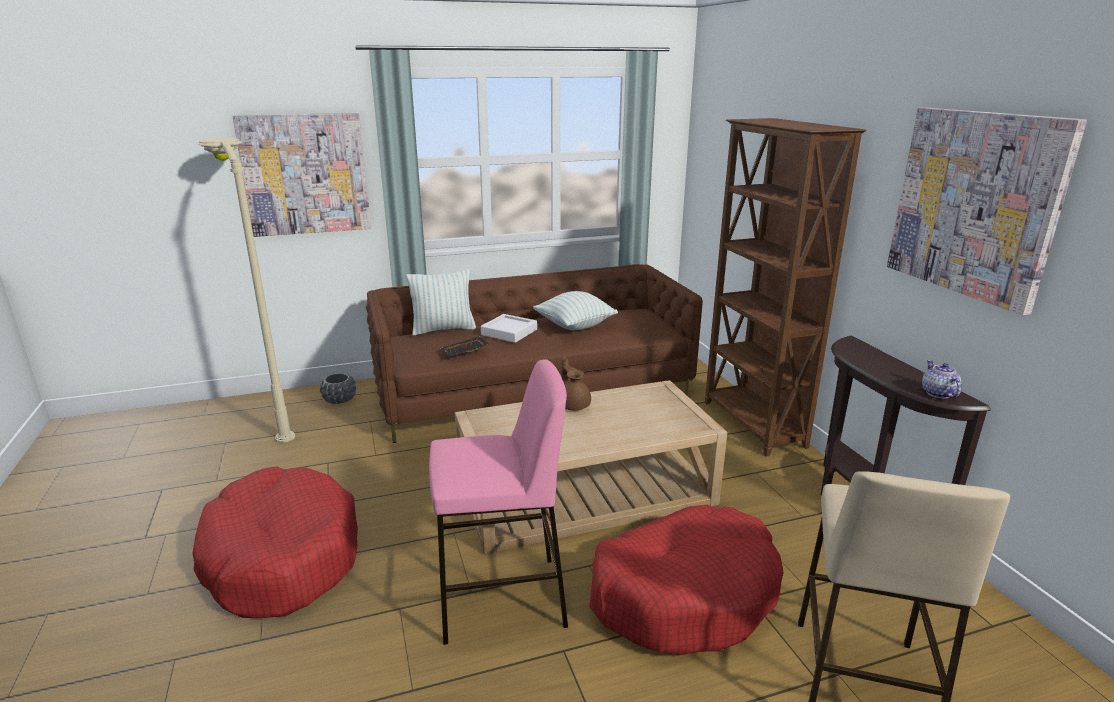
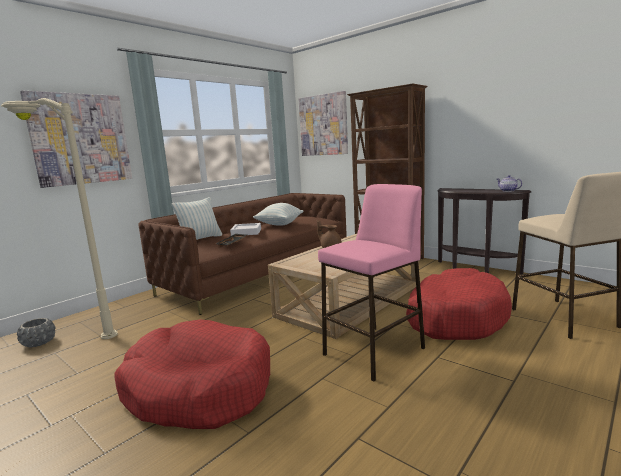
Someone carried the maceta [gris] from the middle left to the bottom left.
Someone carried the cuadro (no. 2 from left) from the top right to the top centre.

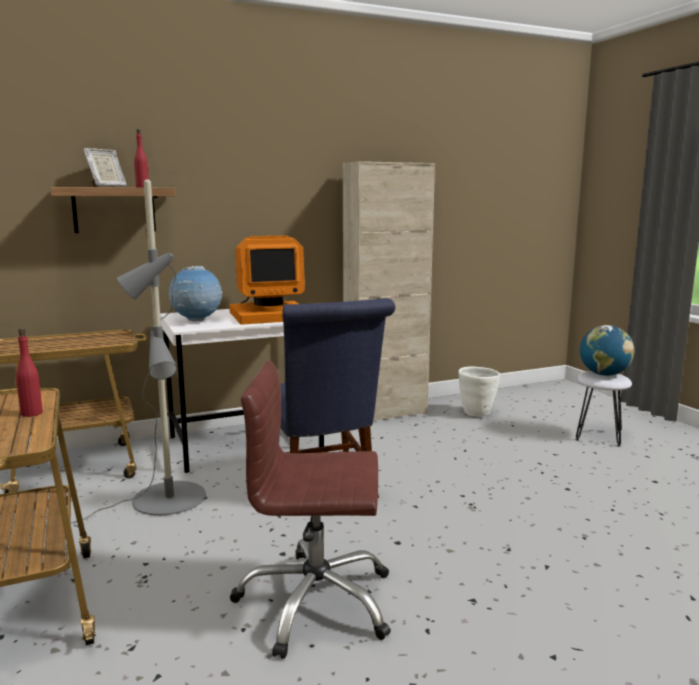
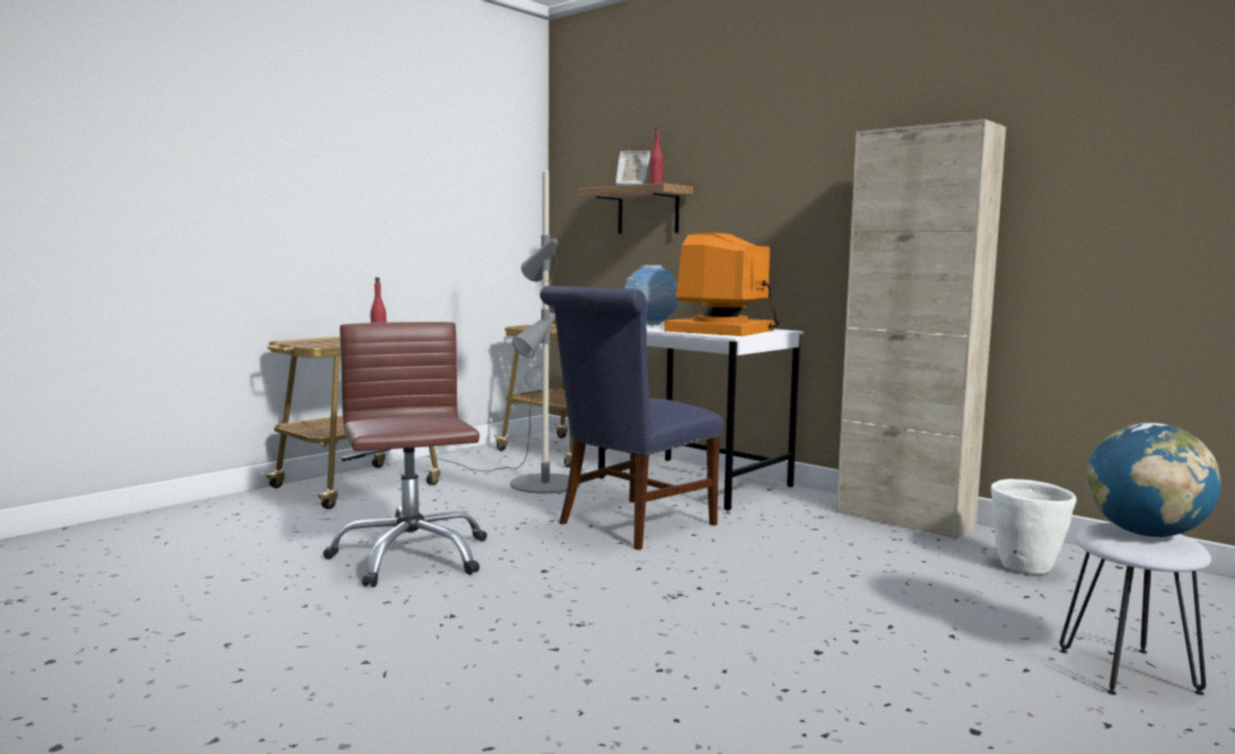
Someone rotated the monitor at the centre by 75 degrees clockwise.

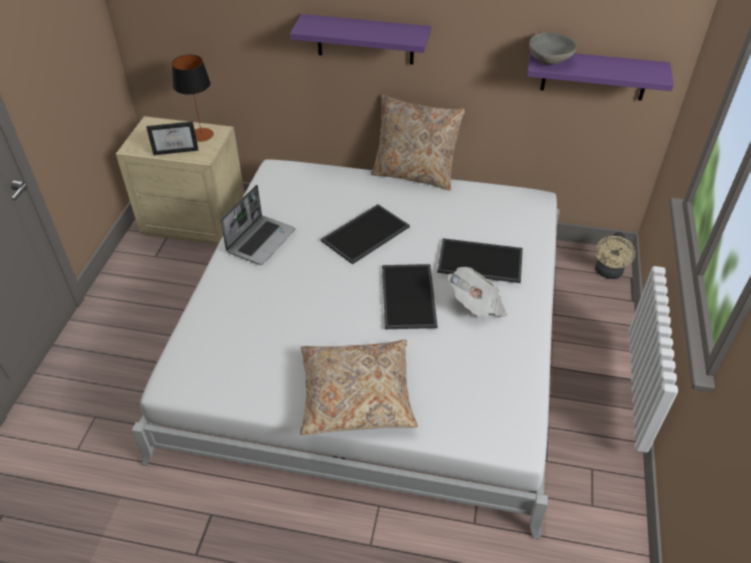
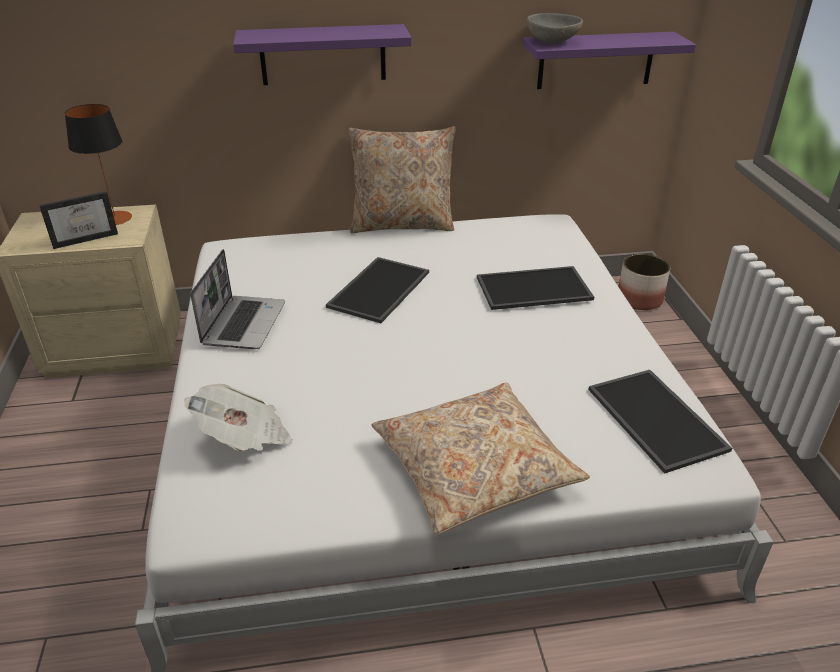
Someone carried the bandeja (no. 2 from left in the first image) from the centre to the middle right.
Someone carried the periódico from the centre to the middle left.
Someone swapped the ventilador [beis] at the middle right for the maceta at the middle right.

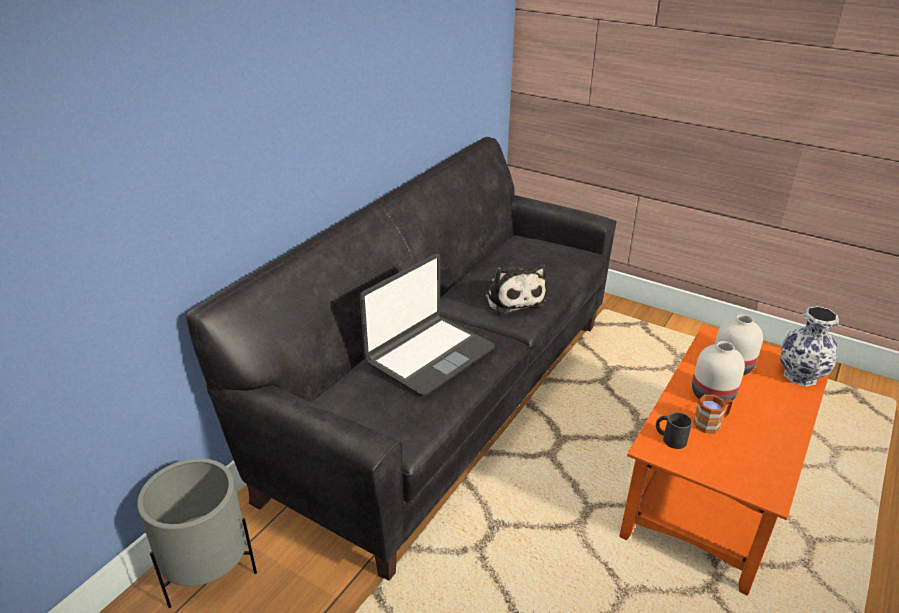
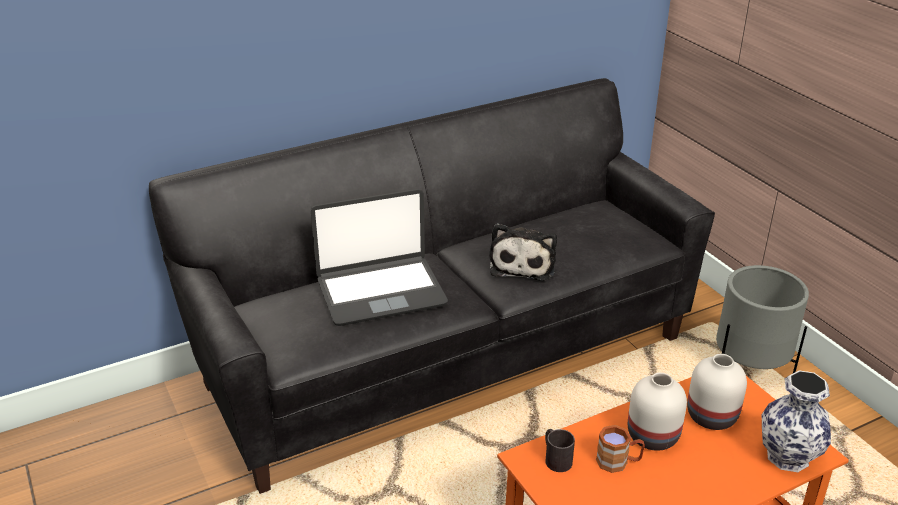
Someone carried the maceta [gris] from the bottom left to the middle right.

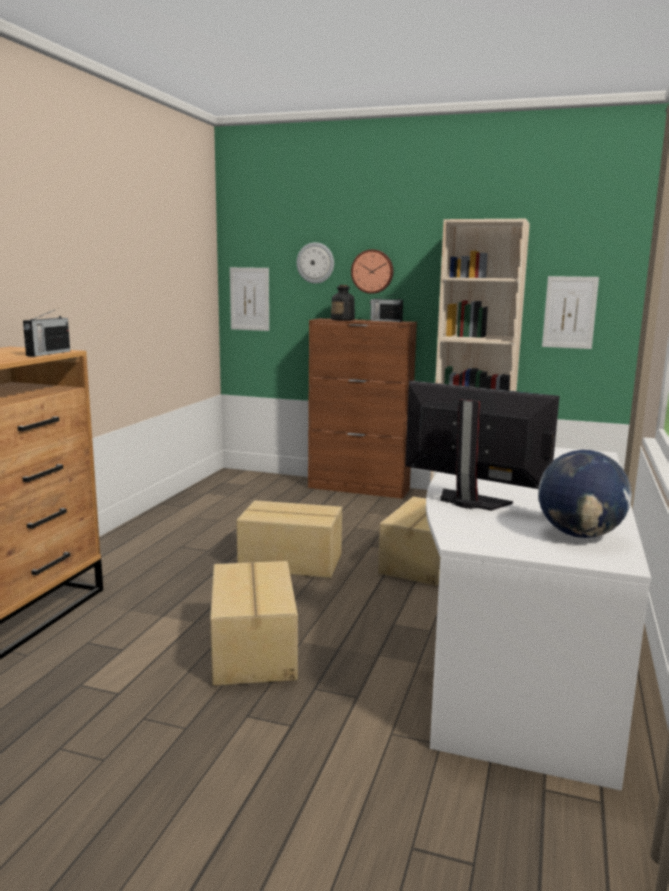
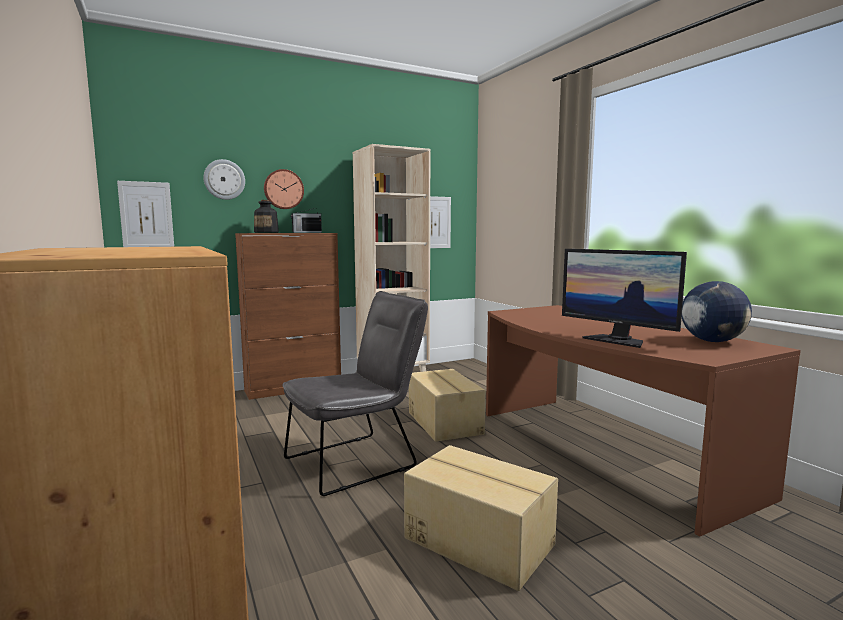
Someone took away the radio (no. 1 from left) at the middle left.
Someone swapped the caja de cartón (no. 2 from left) at the centre for the silla [gris] at the centre.
Someone rotated the monitor at the middle right by 120 degrees counterclockwise.
Someone repainted the escritorio [blanco] at the bottom right, which became the escritorio [marrón] at the bottom right.

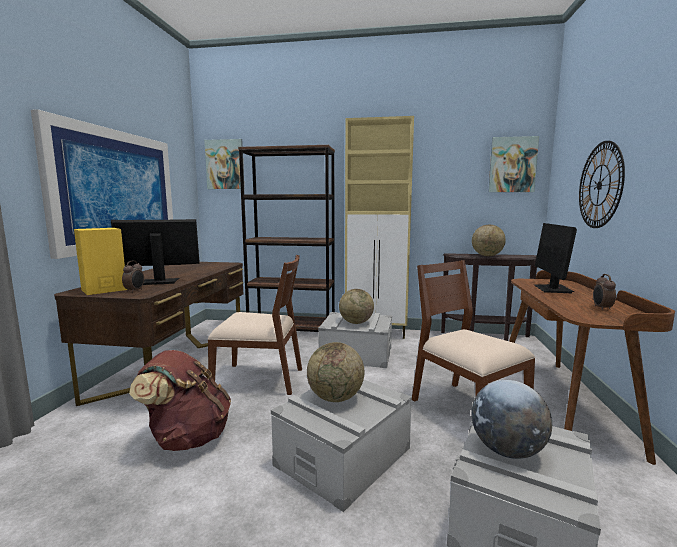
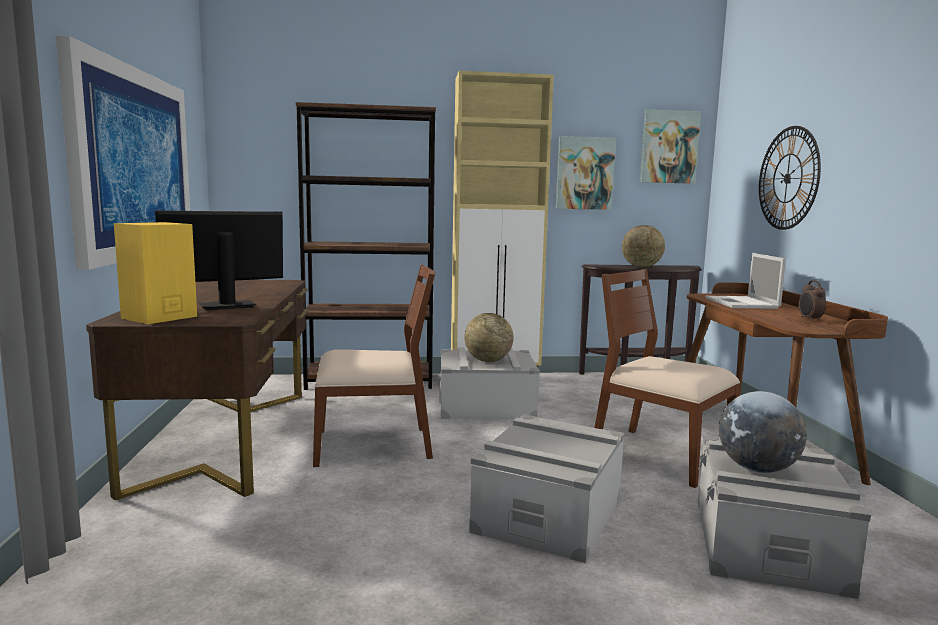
Someone took away the despertador (no. 1 from left) at the middle left.
Someone took away the mochila [marrón] at the bottom left.
Someone carried the cuadro (no. 2 from left) from the top left to the top centre.
Someone took away the globo terráqueo (no. 1 from left) at the bottom centre.
Someone swapped the monitor (no. 2 from left) at the middle right for the portátil at the middle right.

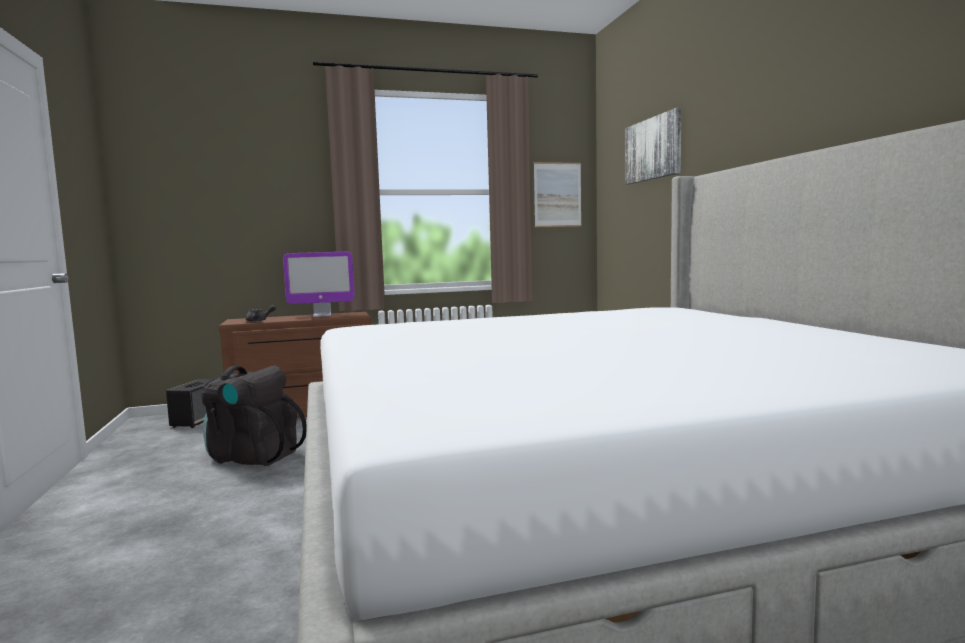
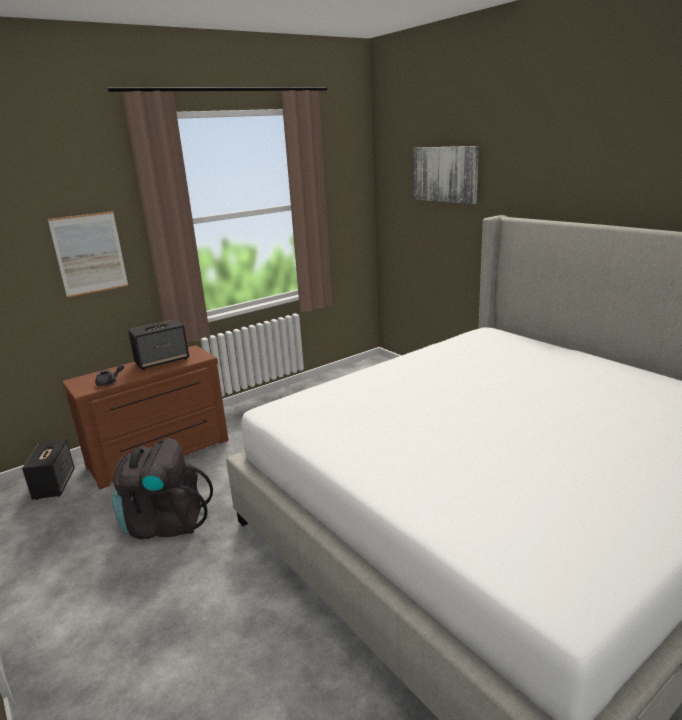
Someone swapped the monitor at the middle left for the altavoz (no. 2 from left) at the middle left.
Someone carried the cuadro (no. 1 from left) from the top centre to the middle left.

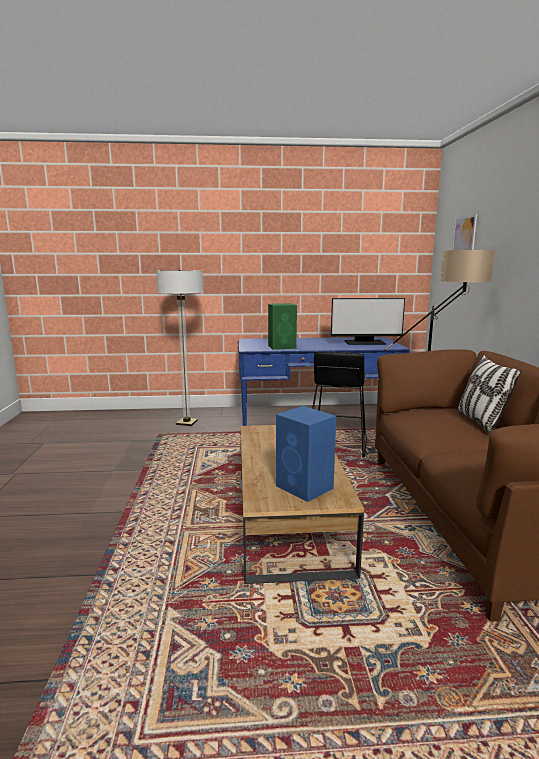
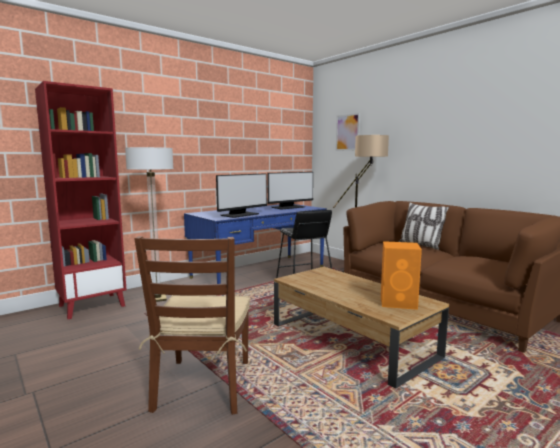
Someone swapped the altavoz [verde] at the centre for the monitor (no. 1 from left) at the centre.
Someone repainted the altavoz [azul] at the centre, which became the altavoz [naranja] at the middle right.
Someone put down the estantería [rojo] at the middle left.
Someone put down the silla [marrón] at the bottom centre.

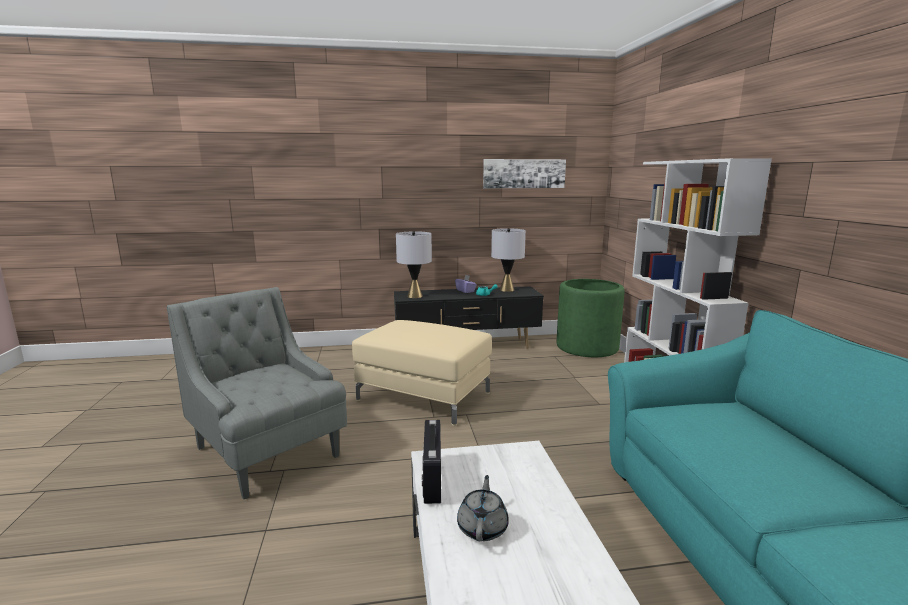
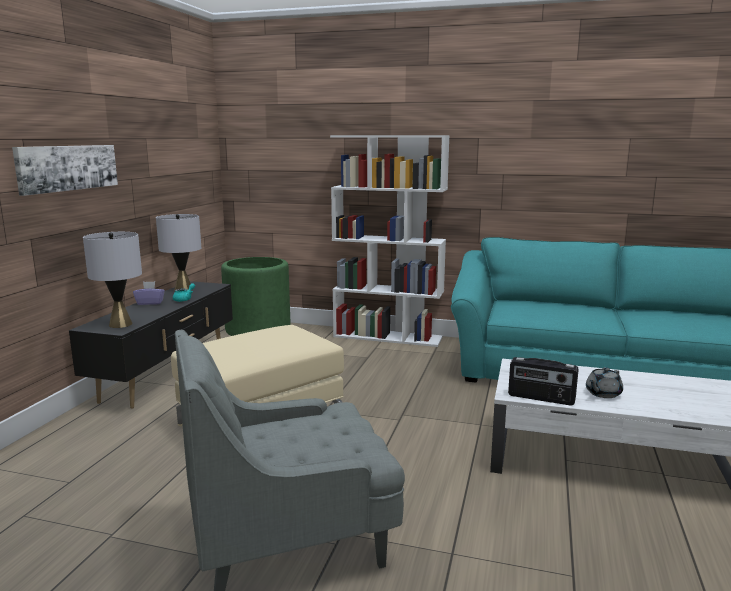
Someone rotated the tetera [gris] at the bottom centre by 75 degrees counterclockwise.
Someone carried the cuadro from the top centre to the top left.

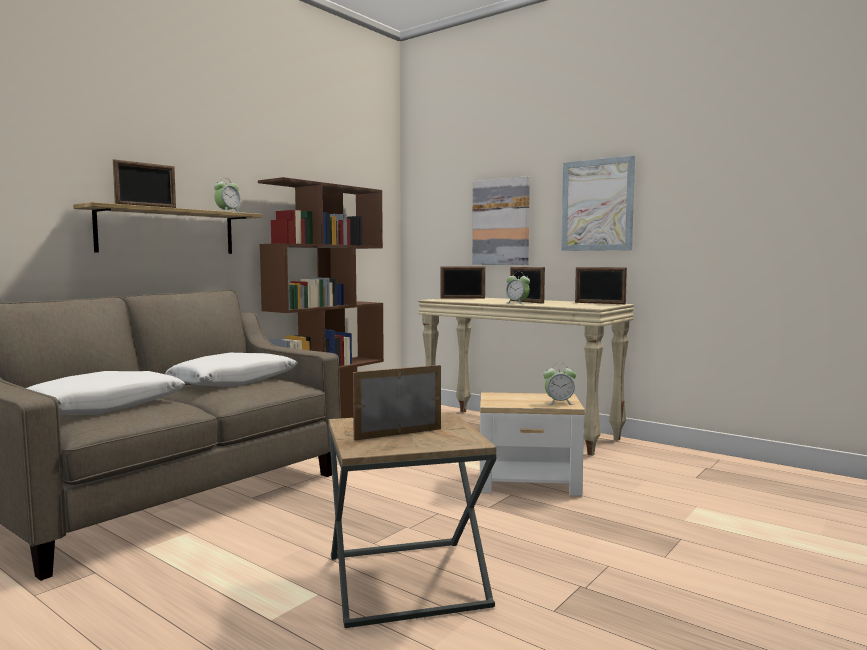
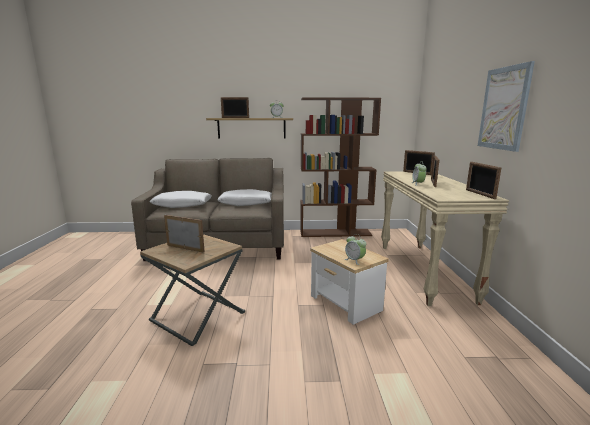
Someone took away the cuadro (no. 1 from left) at the centre.

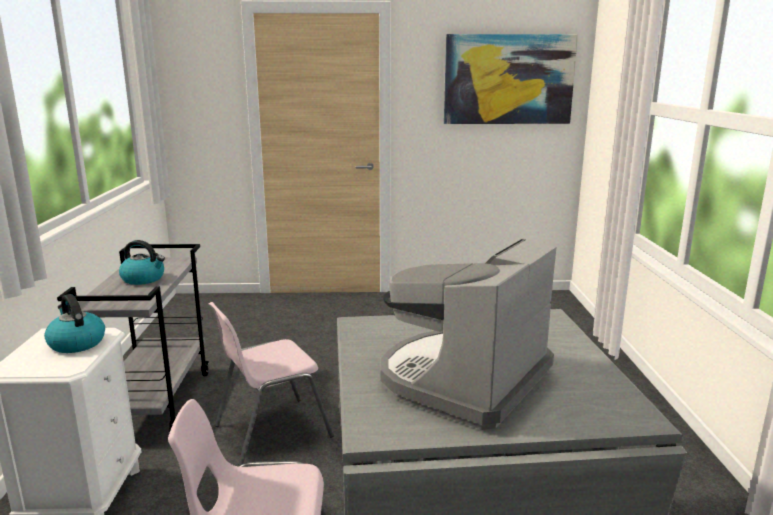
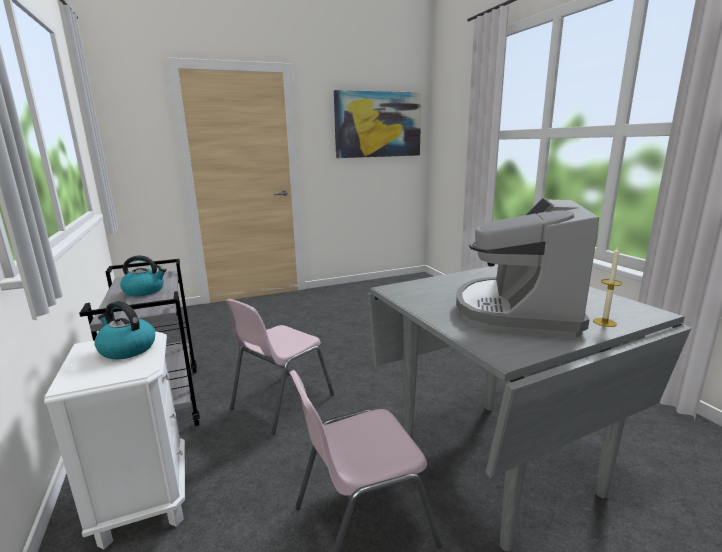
Someone put down the vela at the middle right.

